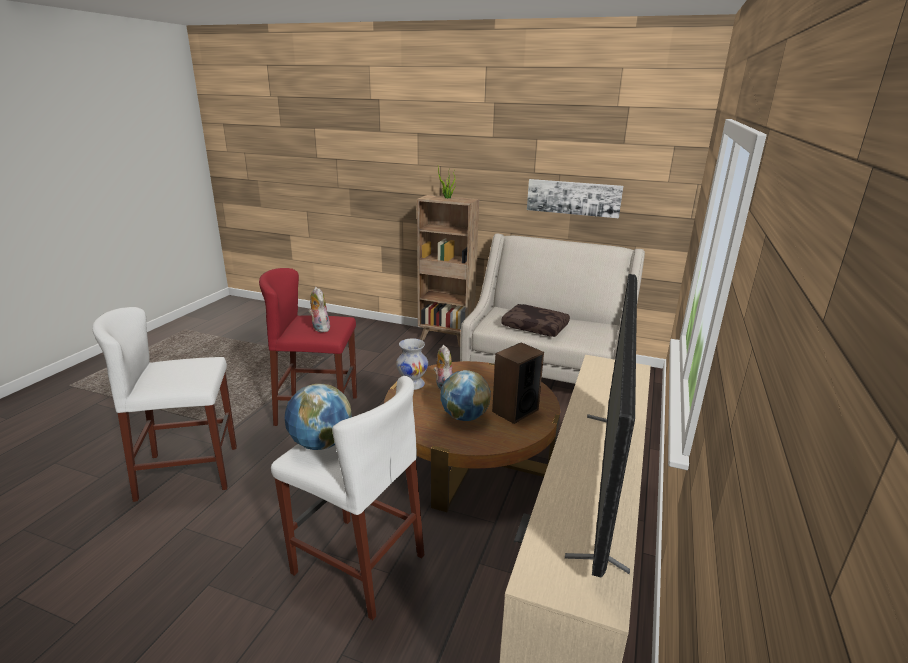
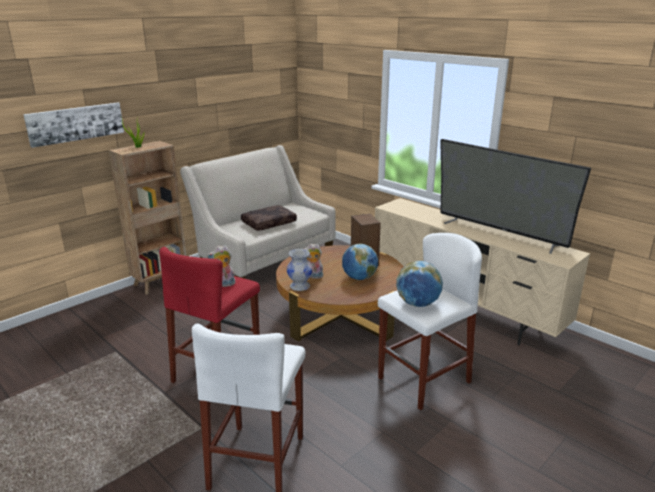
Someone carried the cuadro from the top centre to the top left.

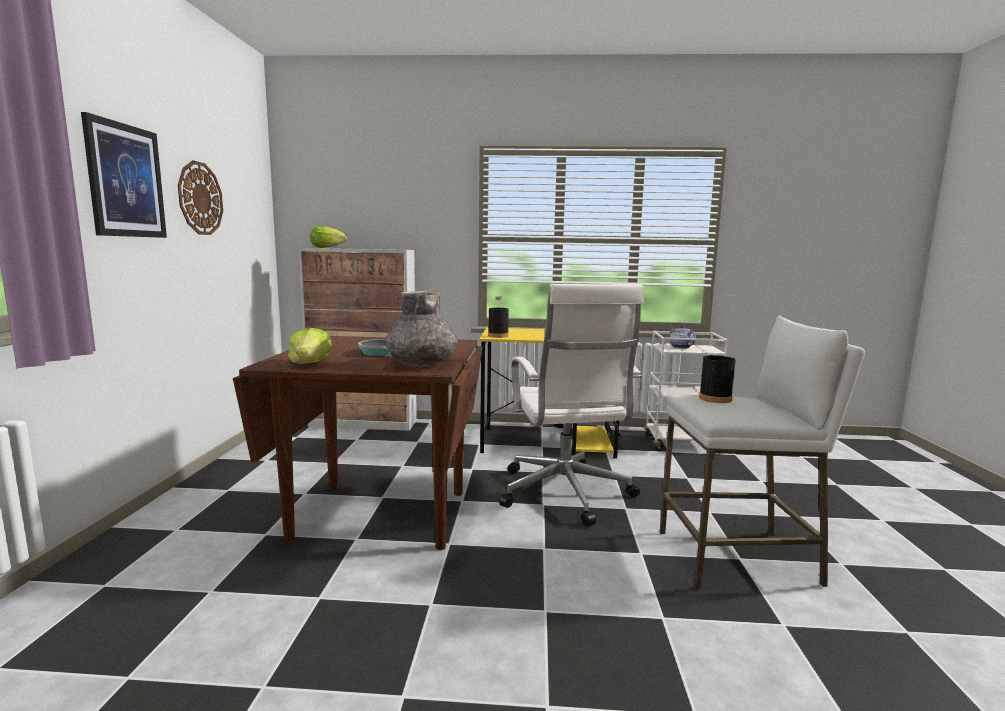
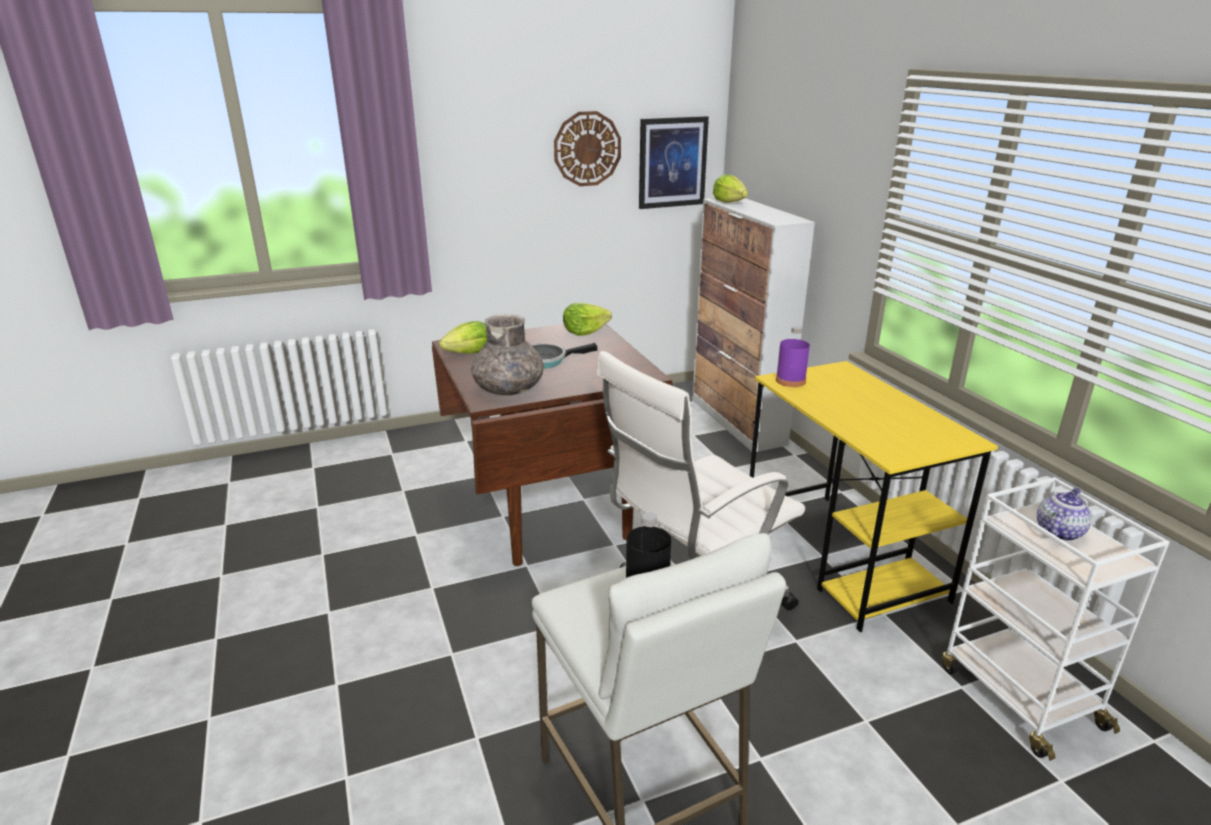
Someone carried the cuadro from the top left to the top centre.
Someone repainted the botella [negro] (no. 1 from left) at the centre, which became the botella [morado] at the centre.
Someone put down the lechuga (no. 2 from left) at the centre.

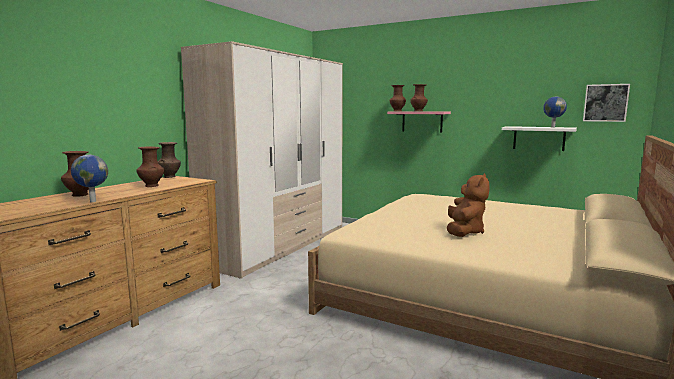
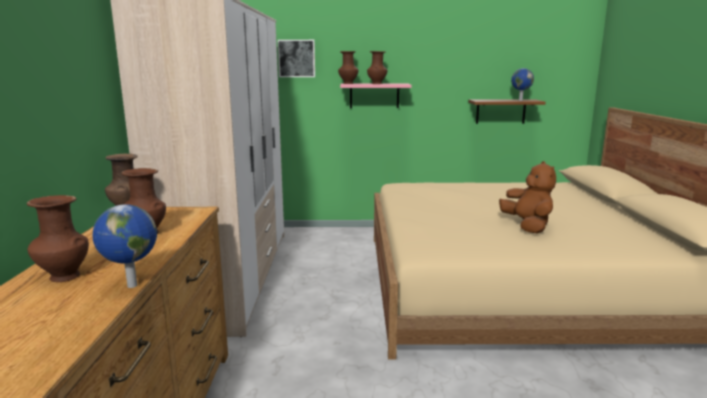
Someone repainted the estante [blanco] at the middle right, which became the estante [marrón] at the top right.
Someone carried the cuadro from the top right to the top centre.

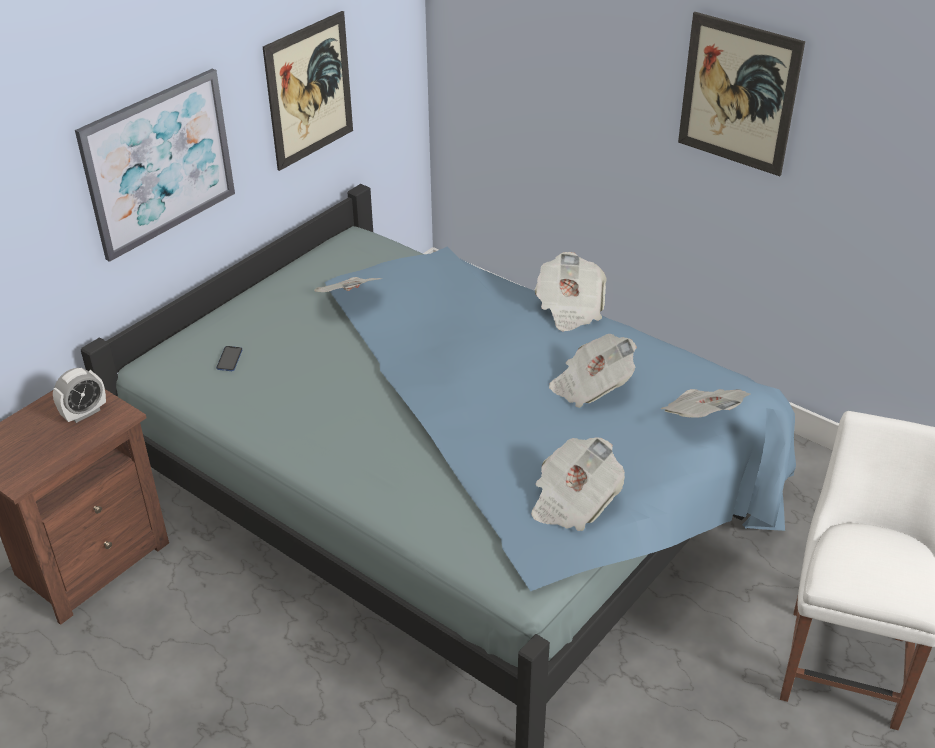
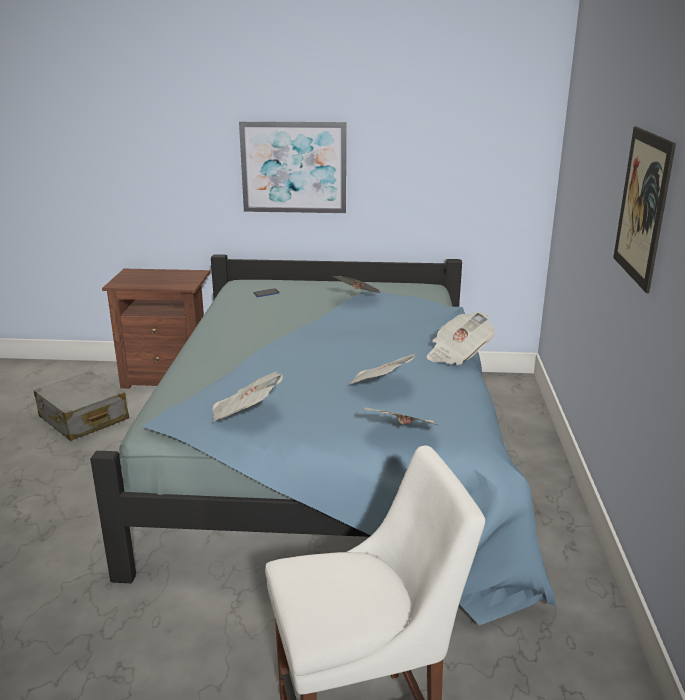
Someone took away the despertador at the middle left.
Someone took away the cuadro (no. 2 from left) at the top left.
Someone put down the maleta [gris] at the middle left.

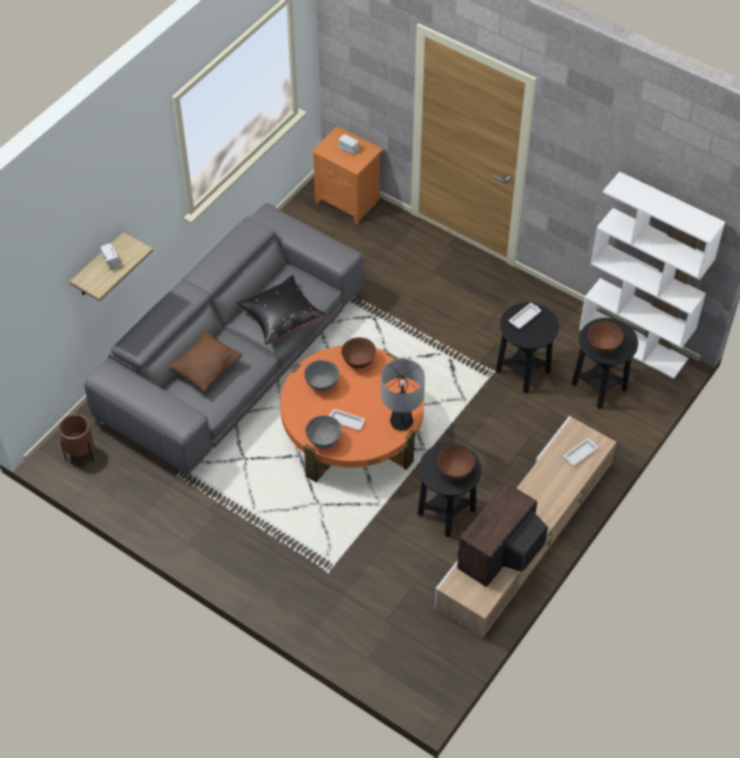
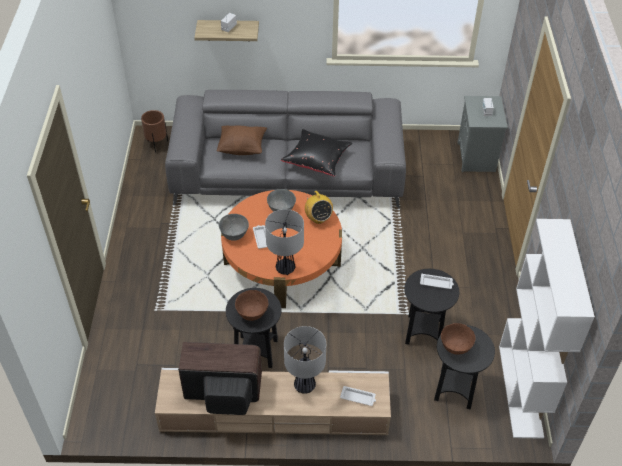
Someone repainted the mesita de noche [naranja] at the top centre, which became the mesita de noche [gris] at the top right.
Someone swapped the cuenco [marrón] (no. 1 from left) at the centre for the radio (no. 2 from left) at the centre.
Someone put down the lámpara de mesa (no. 2 from left) at the bottom centre.

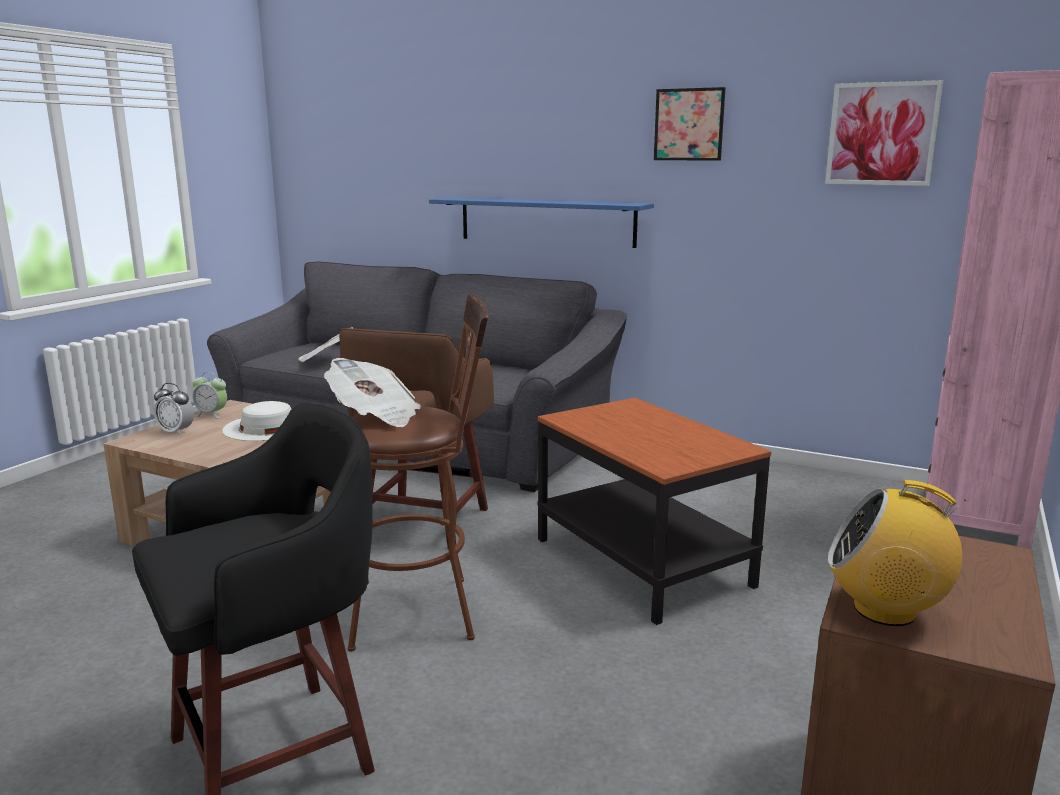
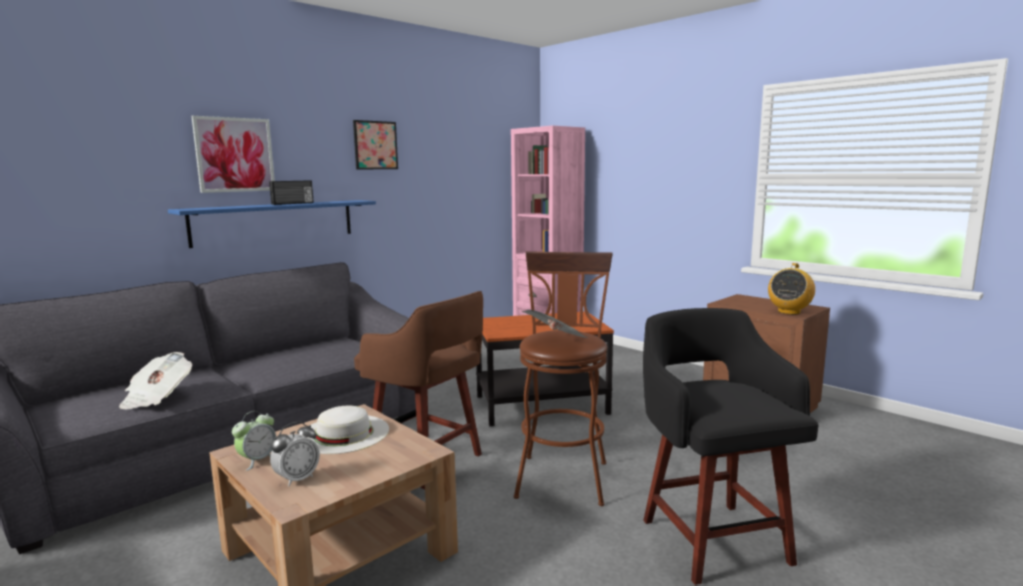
Someone carried the cuadro (no. 2 from left in the first image) from the top right to the top left.
Someone put down the radio (no. 1 from left) at the top left.

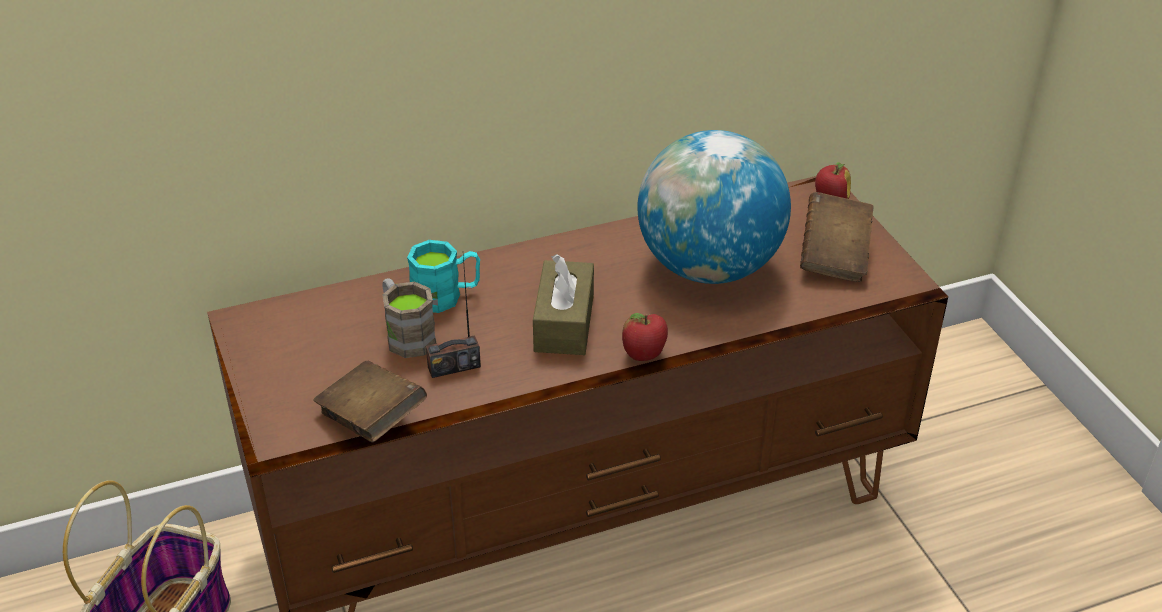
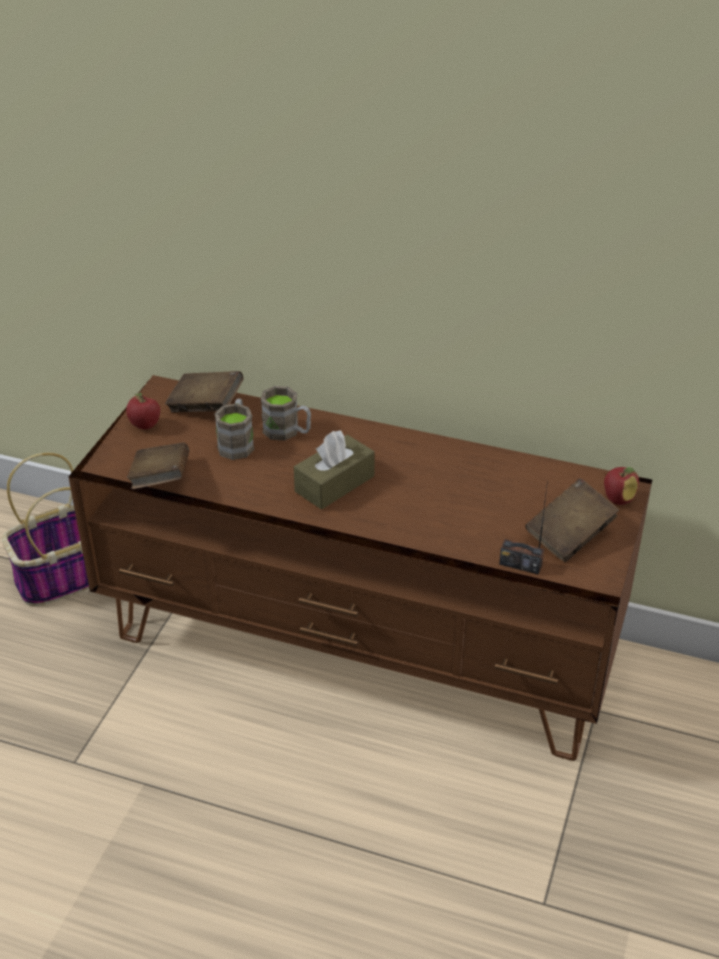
Someone repainted the taza grande [turquesa] at the centre, which became the taza grande [marrón] (no. 2 from left) at the centre.
Someone carried the radio from the centre to the middle right.
Someone carried the manzana (no. 1 from left) from the centre to the middle left.
Someone took away the globo terráqueo at the centre.
Someone put down the libro [marrón] (no. 2 from left) at the middle left.

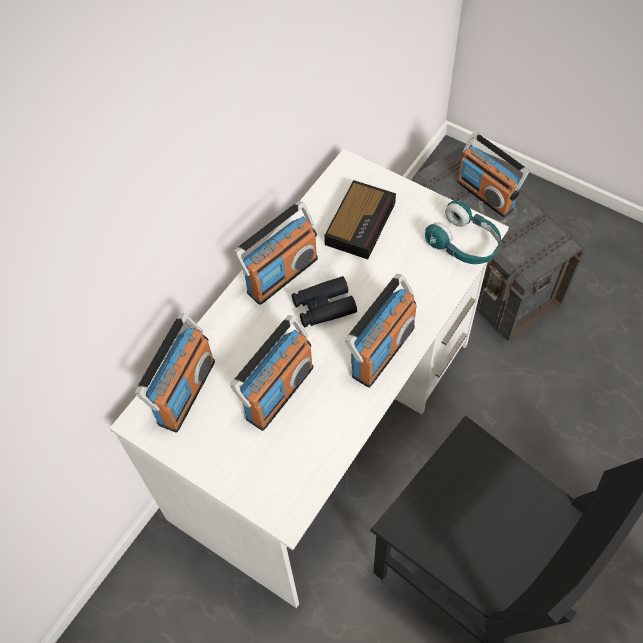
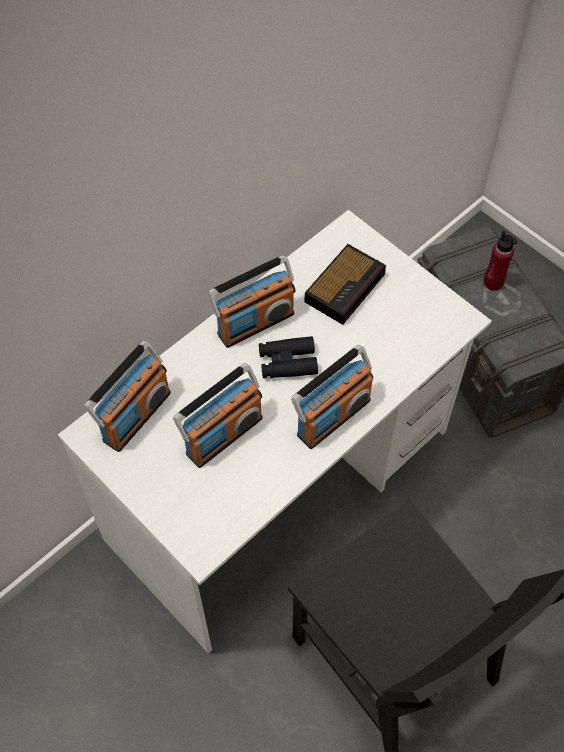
Someone took away the auriculares [turquesa] at the middle right.
Someone swapped the radio (no. 5 from left) at the top right for the botella [rojo] at the middle right.

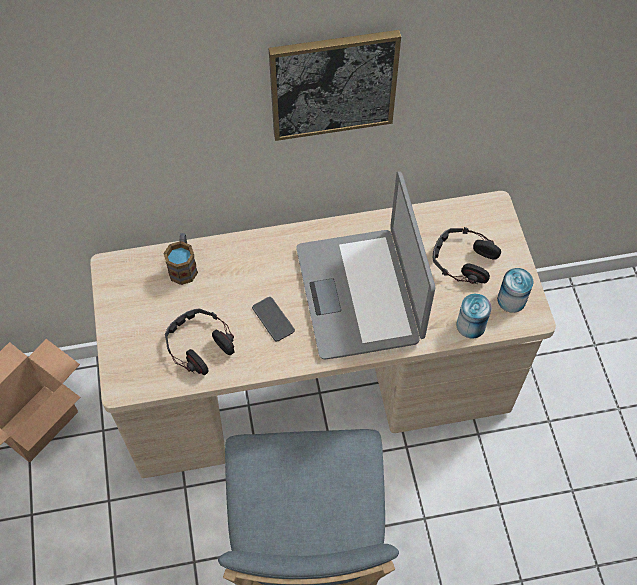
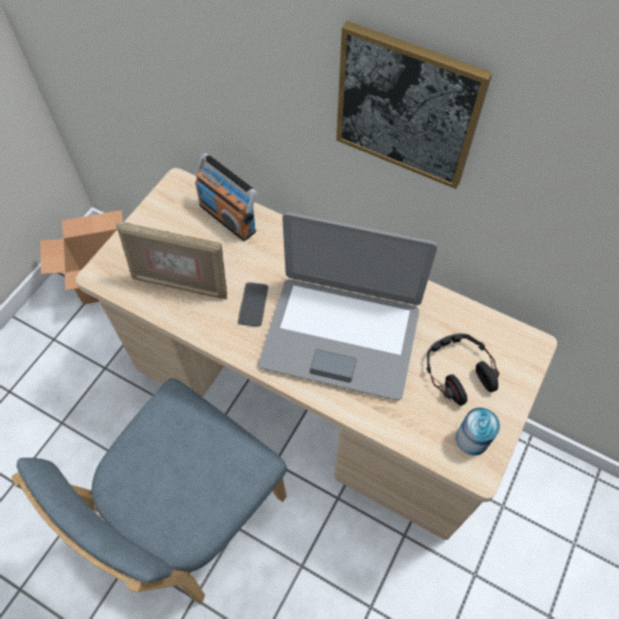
Someone swapped the taza grande at the middle left for the radio at the top centre.
Someone swapped the auriculares (no. 1 from left) at the middle left for the portarretratos at the middle left.
Someone rotated the portátil at the centre by 105 degrees counterclockwise.
Someone took away the lata (no. 1 from left) at the middle right.

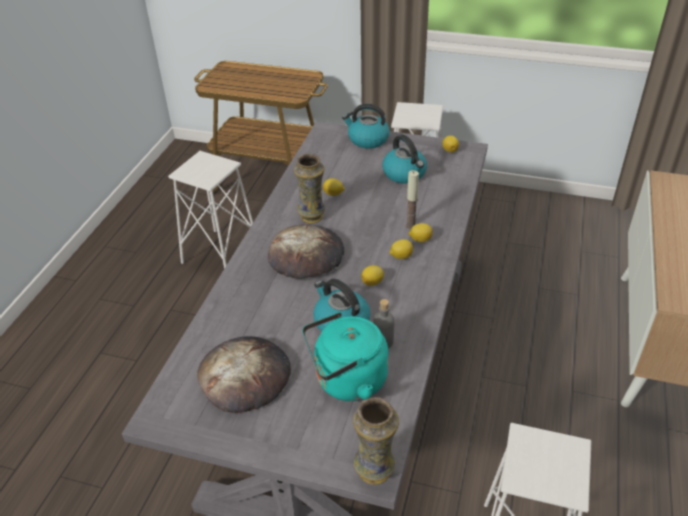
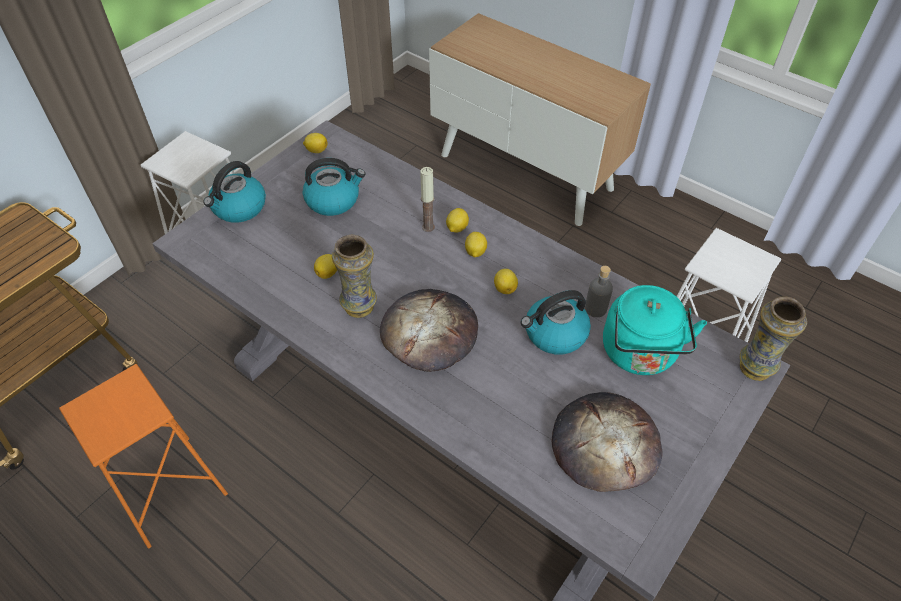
Someone repainted the taburete [blanco] (no. 1 from left) at the middle left, which became the taburete [naranja] at the bottom left.

